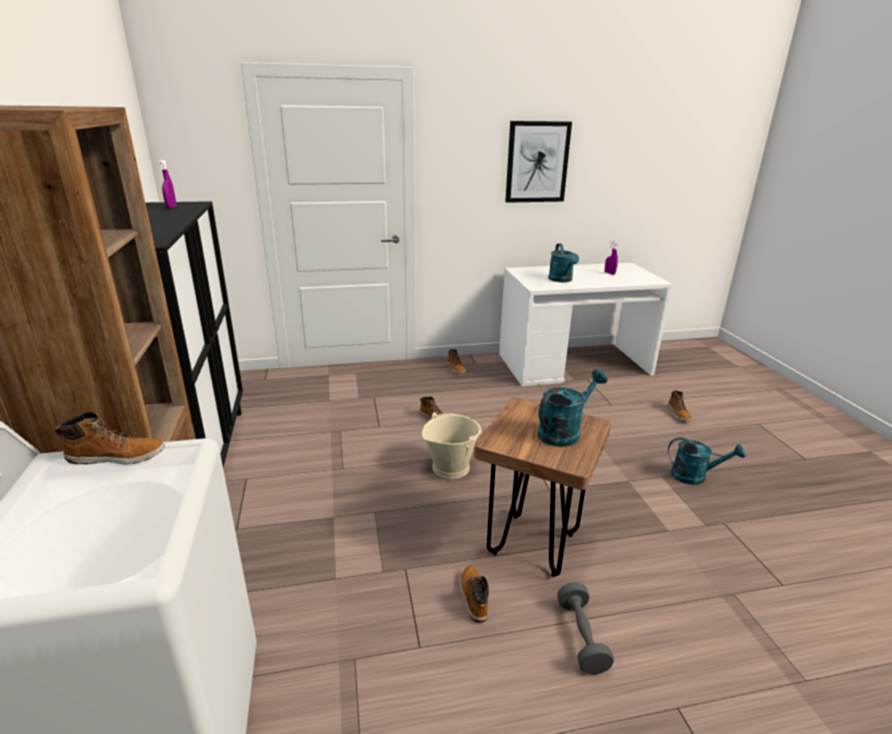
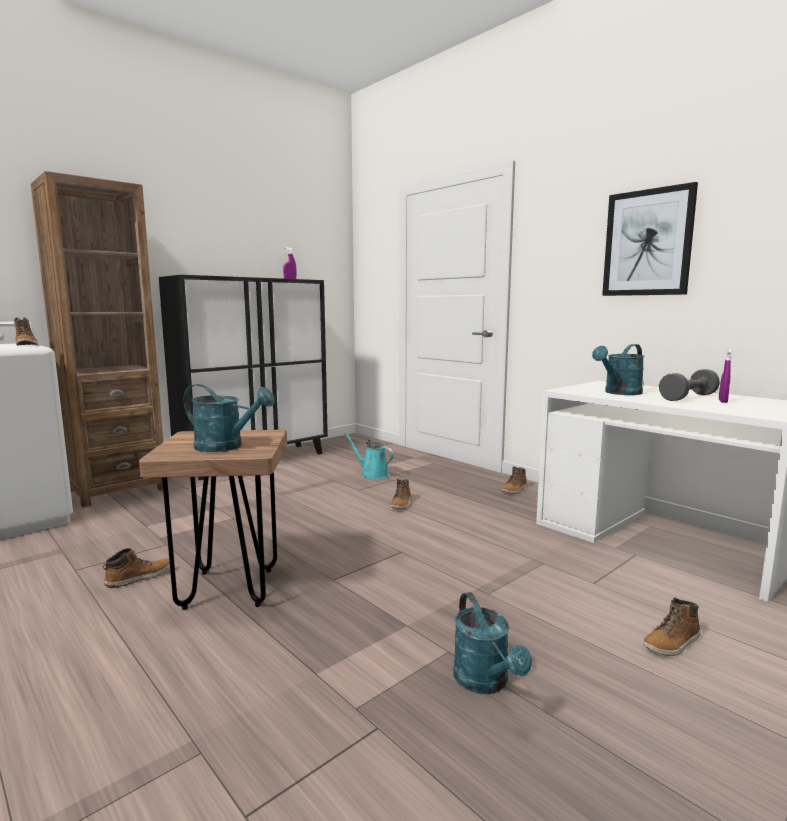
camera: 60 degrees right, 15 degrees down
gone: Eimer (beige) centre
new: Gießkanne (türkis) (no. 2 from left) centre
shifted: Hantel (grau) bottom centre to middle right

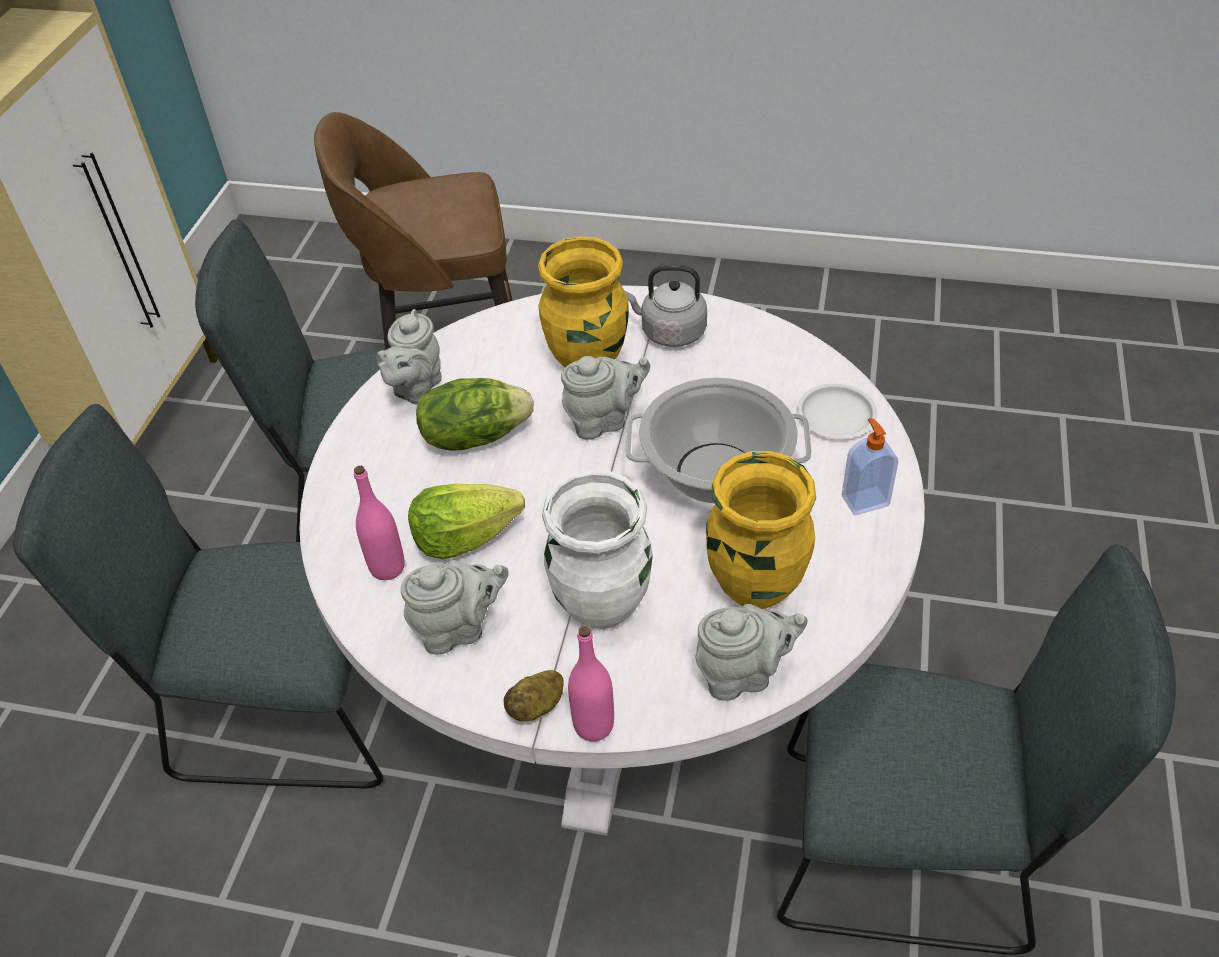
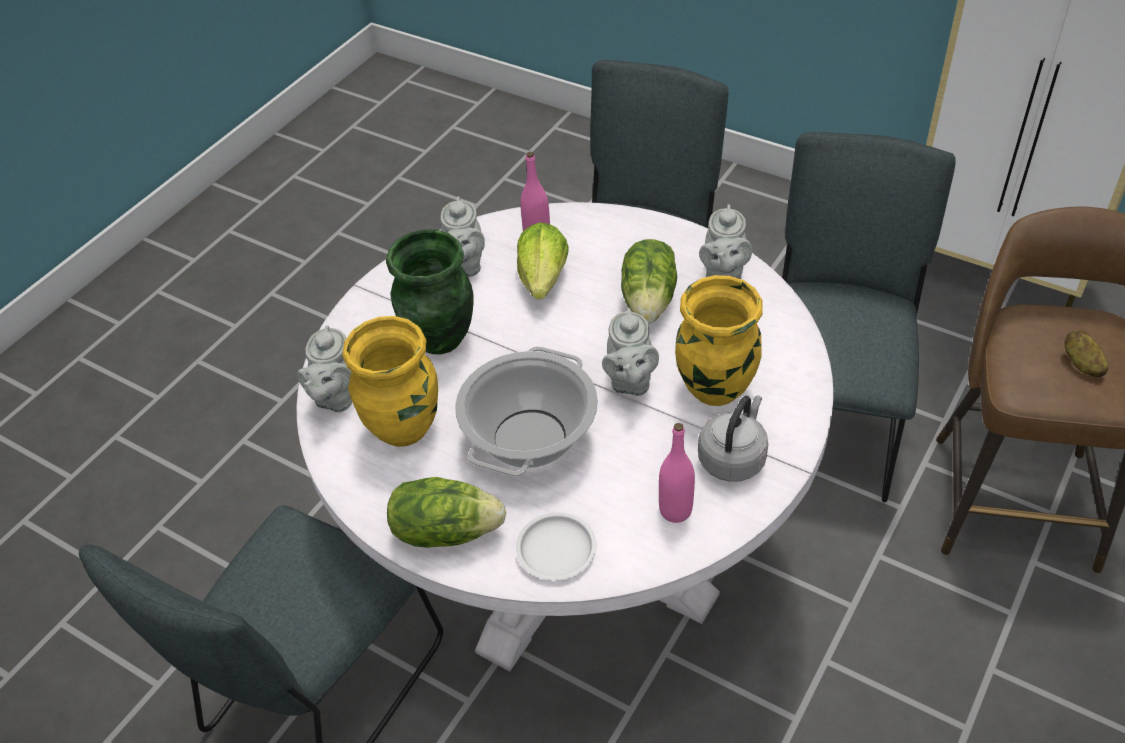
camera: 110 degrees right, 0 degrees up
shifted: Kartoffel bottom centre to middle right; Flasche (rosa) (no. 2 from left) bottom centre to centre
swapped: Seifenspender middle right to Salatkopf (no. 1 from left) bottom centre
repainted: Vase (weiß) centre to Vase (grün) centre
rotated: Teekanne (grau) (no. 1 from left in the first image) centre = top centre 120 degrees counterclockwise

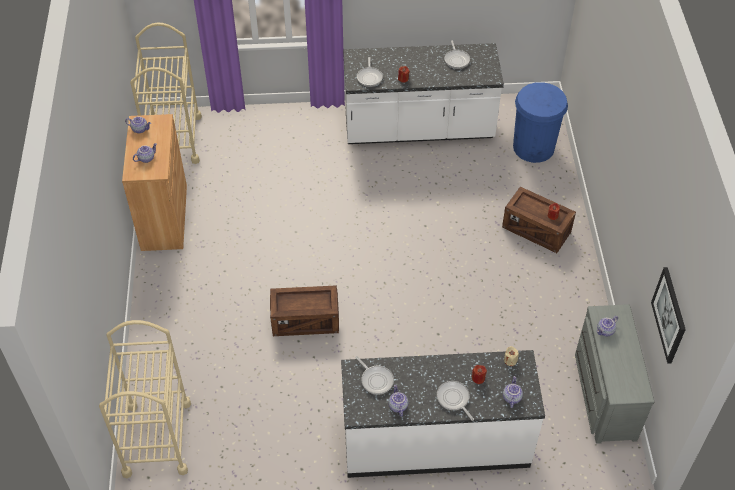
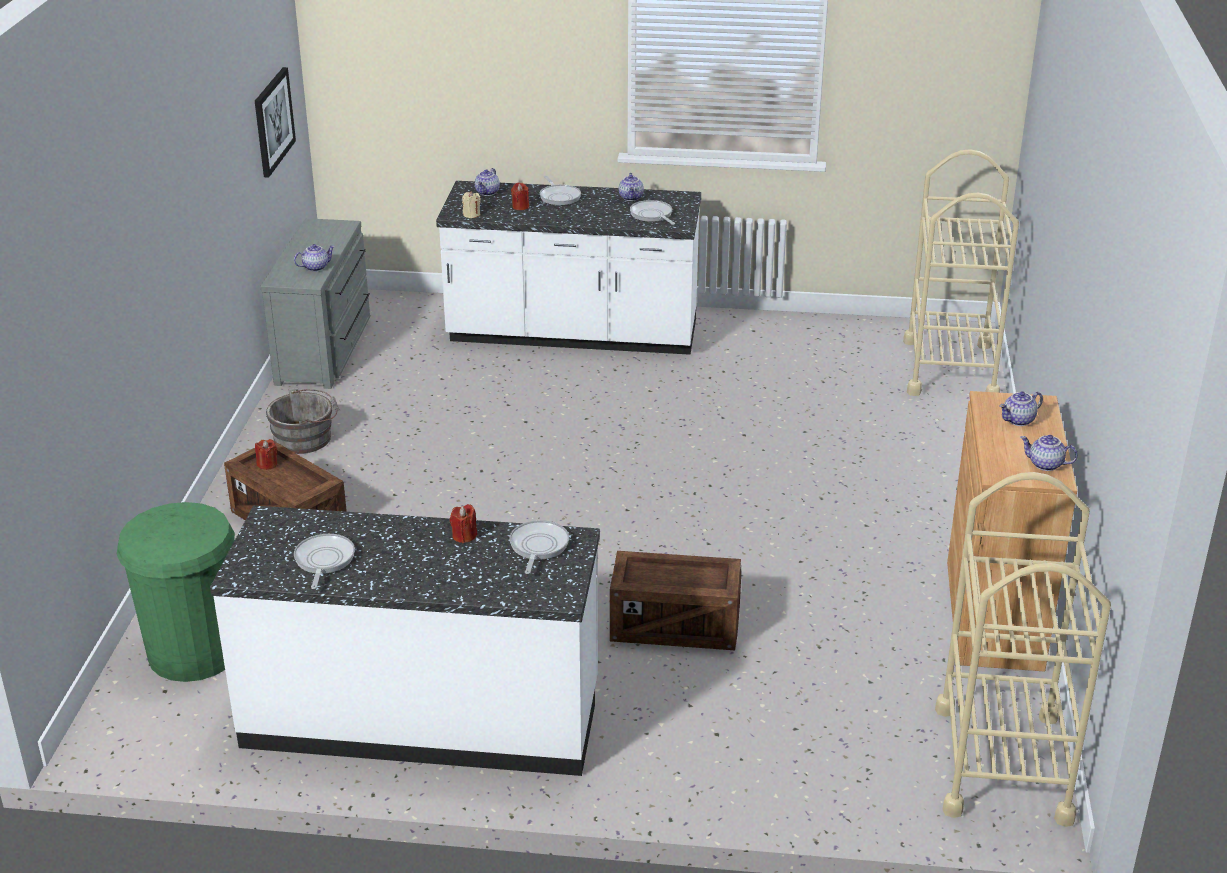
camera: 170 degrees left, 20 degrees down
new: Eimer (grau) middle left
shifted: Kiste (no. 1 from left in the first image) centre to Kiste (no. 2 from left) bottom centre
repainted: Mülleimer (blau) top right to Mülleimer (grün) bottom left

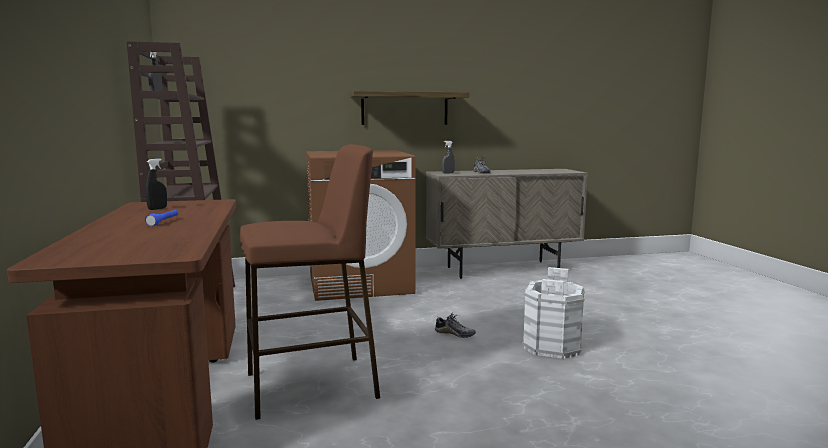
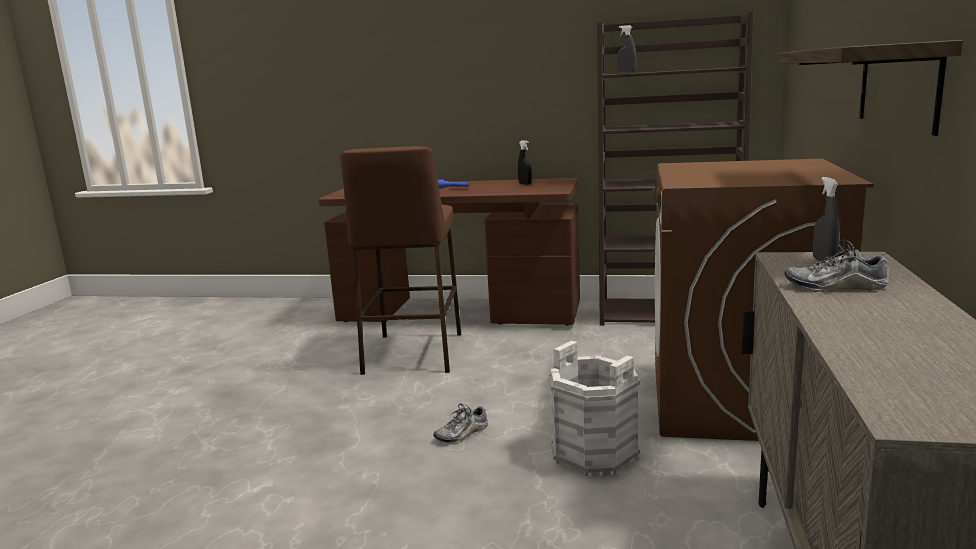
camera: 115 degrees right, 5 degrees up
shifted: Eimer (weiß) bottom right to bottom centre

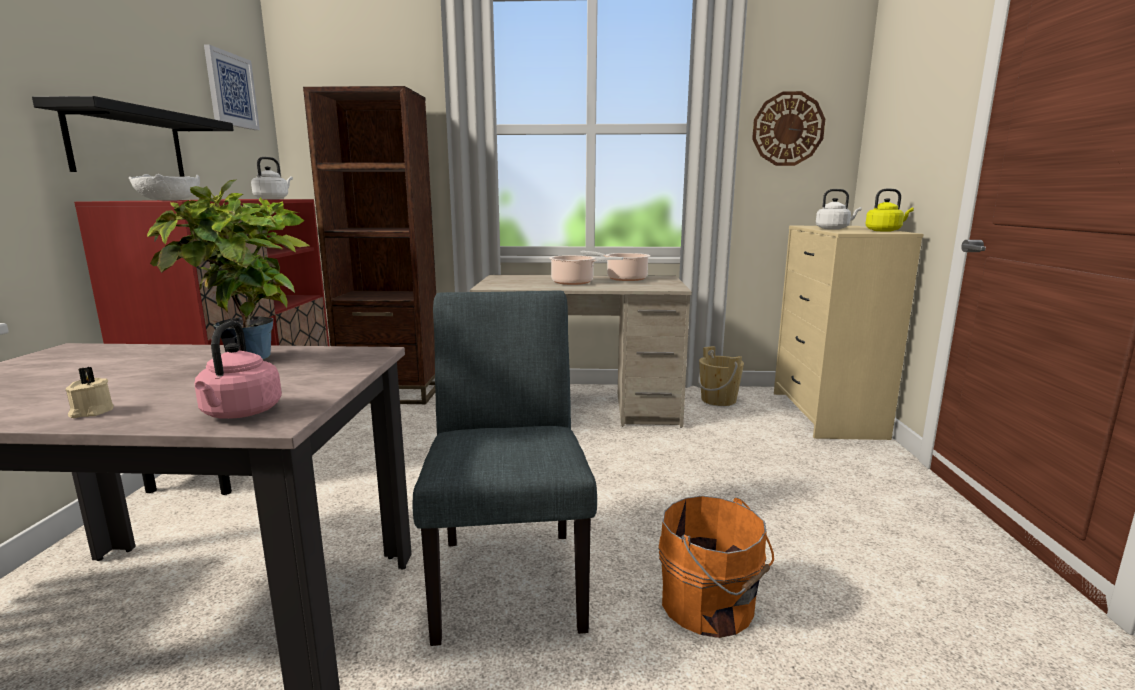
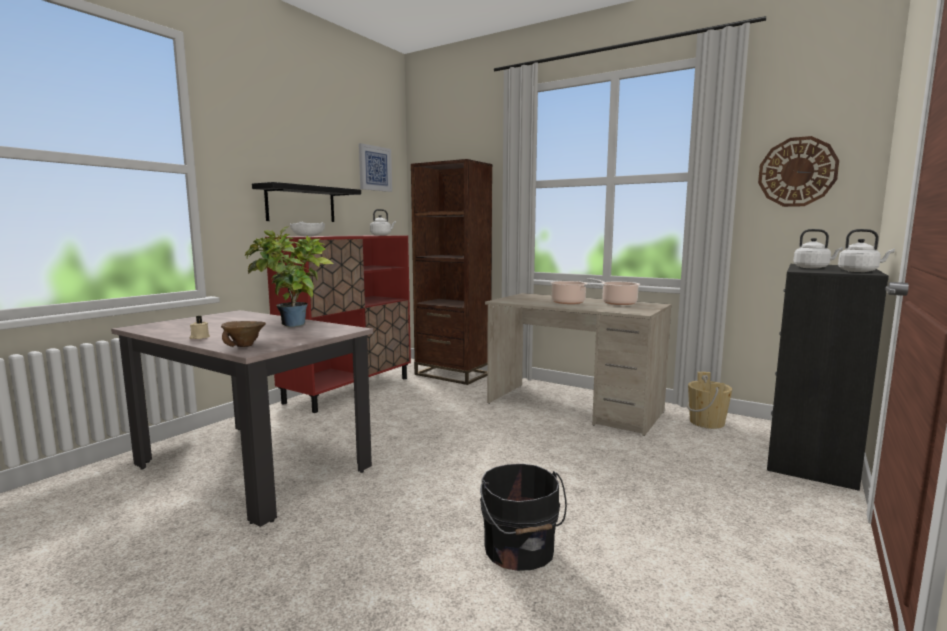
camera: 30 degrees right, 5 degrees down
gone: Stuhl (grau) bottom centre
swapped: Wasserkessel (rosa) middle left to Schüssel (braun) middle left
repainted: Eimer (orange) bottom centre to Eimer (schwarz) bottom centre; Kommode (beige) middle right to Kommode (schwarz) middle right; Wasserkessel (gelb) top right to Wasserkessel (weiß) (no. 3 from left) middle right

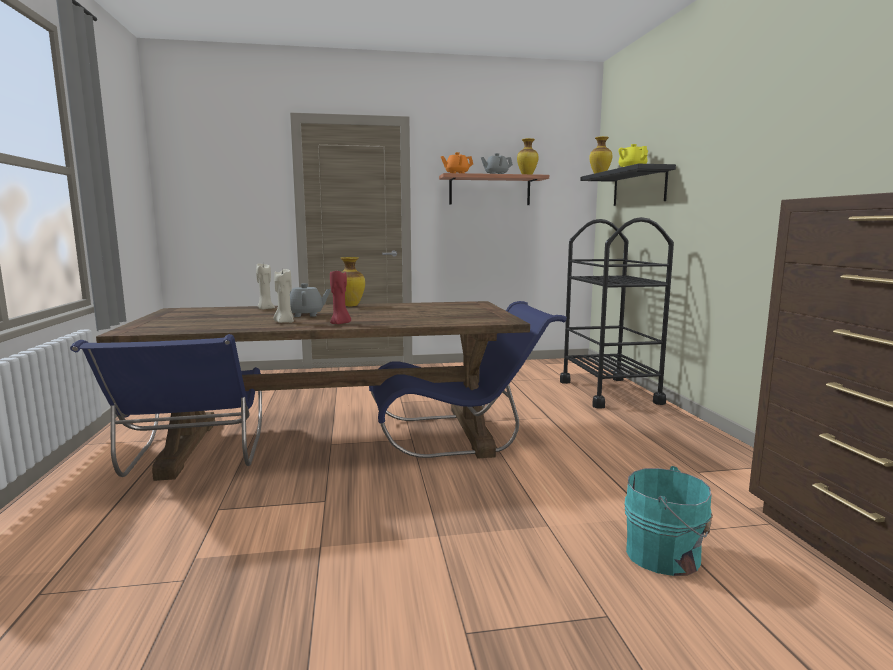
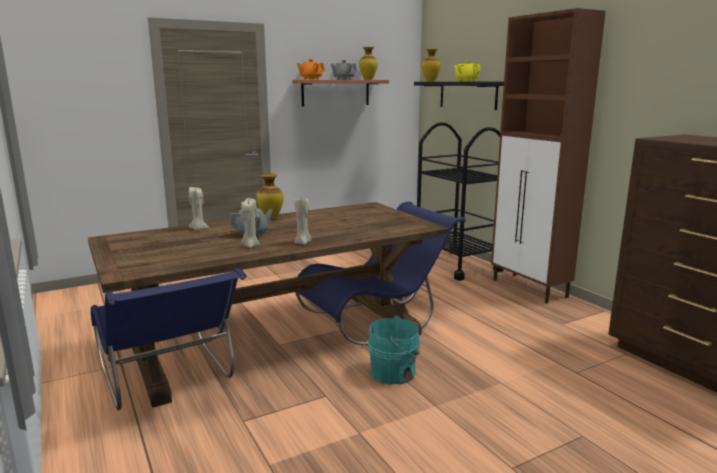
camera: 20 degrees left, 5 degrees up
new: Schrank (braun) top right
shifted: Eimer (türkis) bottom right to bottom centre
repainted: Kerze (rot) centre to Kerze (beige) (no. 3 from left) centre

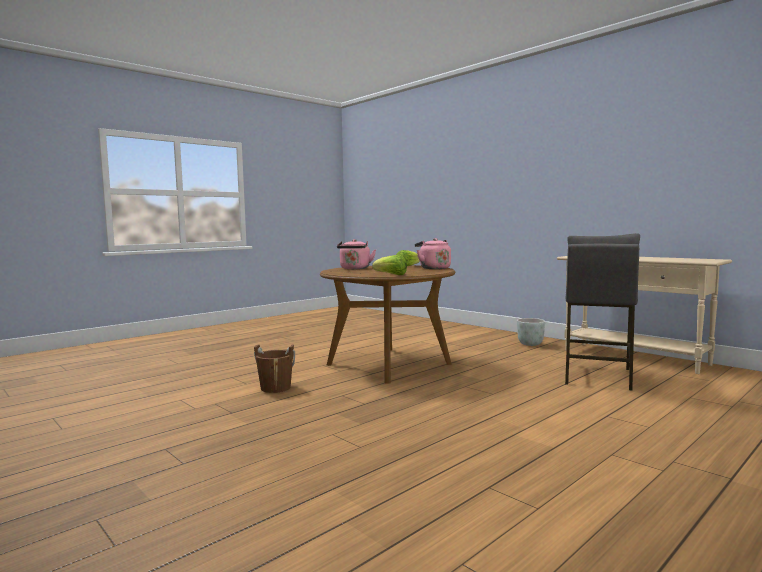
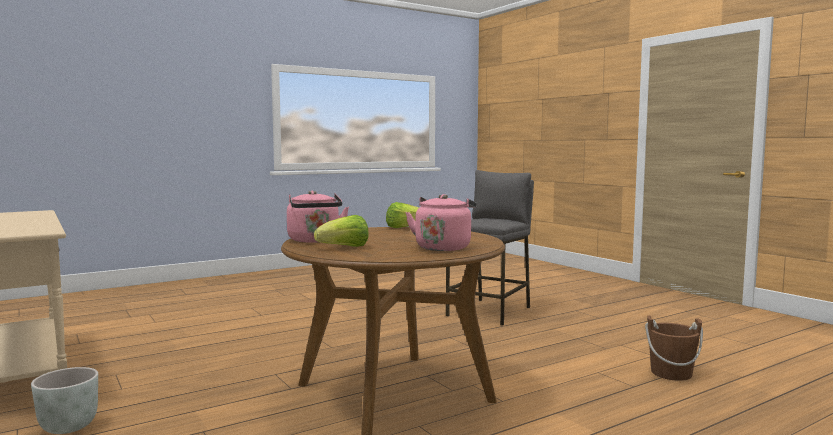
camera: 170 degrees left, 0 degrees up
shifted: Eimer (braun) centre to bottom right; Hocker (grau) middle right to centre

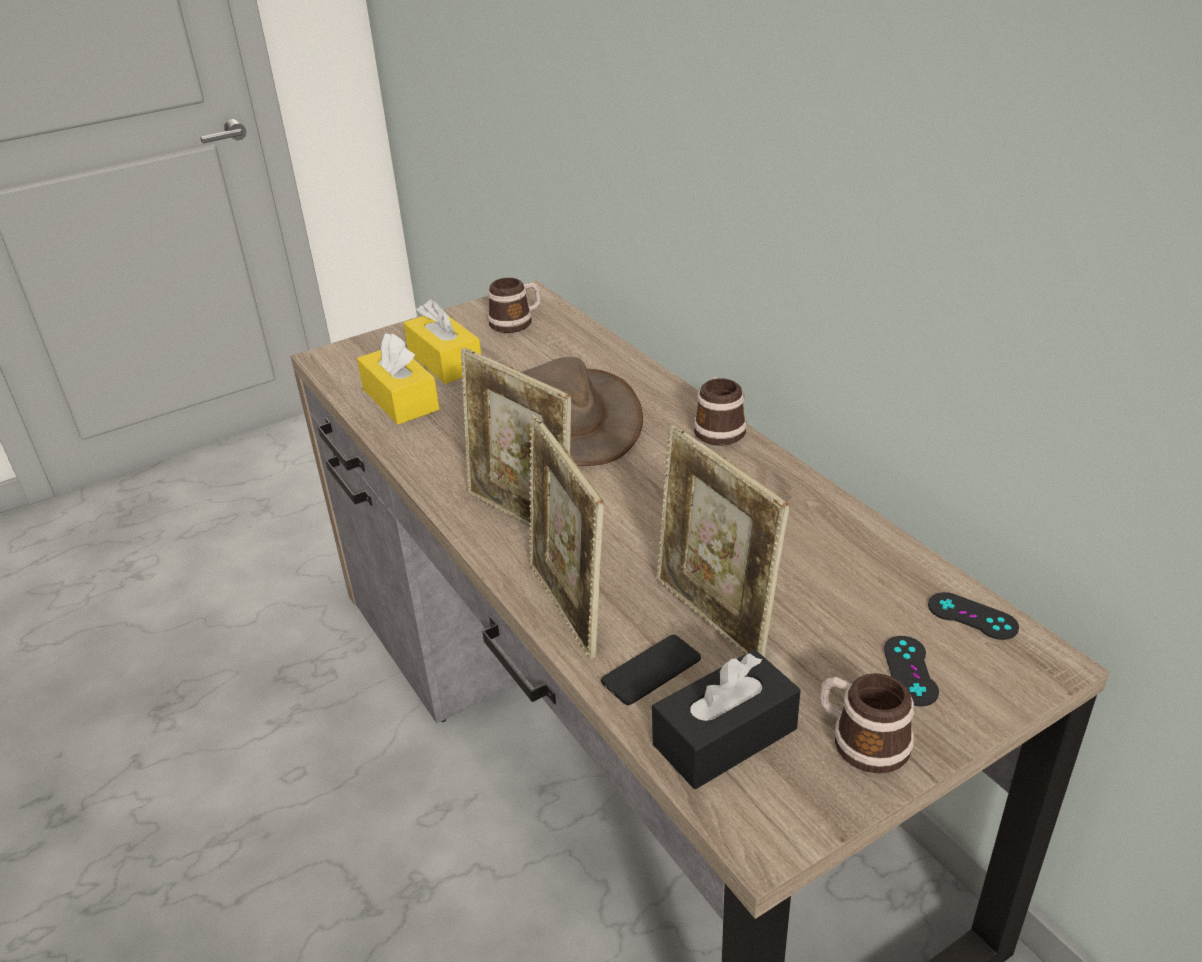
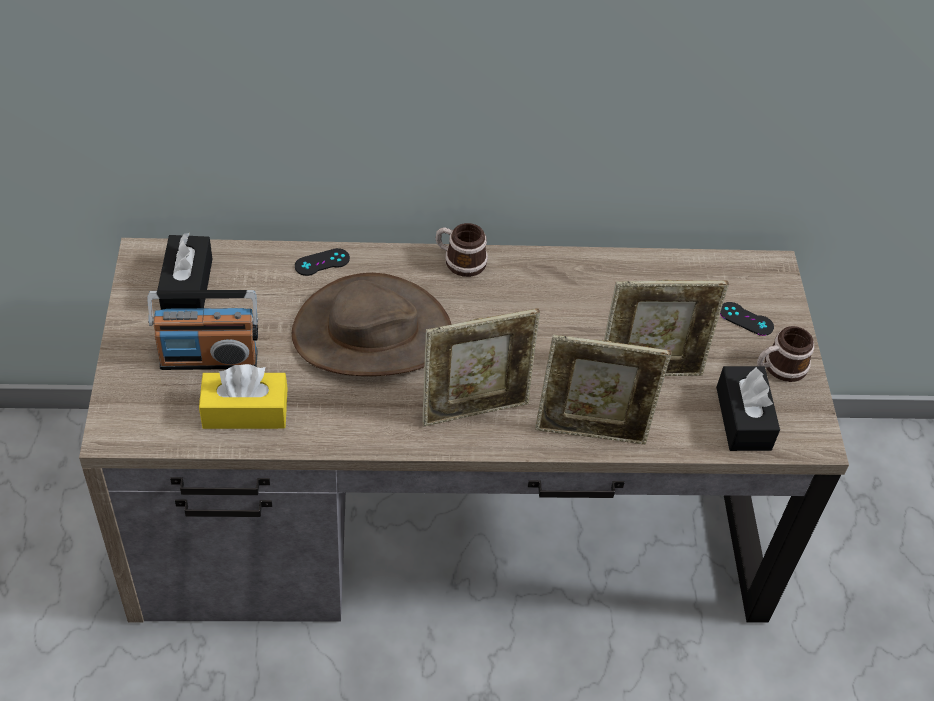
camera: 65 degrees left, 15 degrees up
gone: Handy bottom centre
shifted: Gamepad (schwarz) (no. 2 from left in the first image) middle right to Gamepad (schwarz) (no. 1 from left) centre
swapped: Taschentuchbox (gelb) (no. 2 from left) centre to Radio middle left; Henkelbecher (no. 1 from left) top centre to Taschentuchbox (schwarz) (no. 1 from left) middle left

